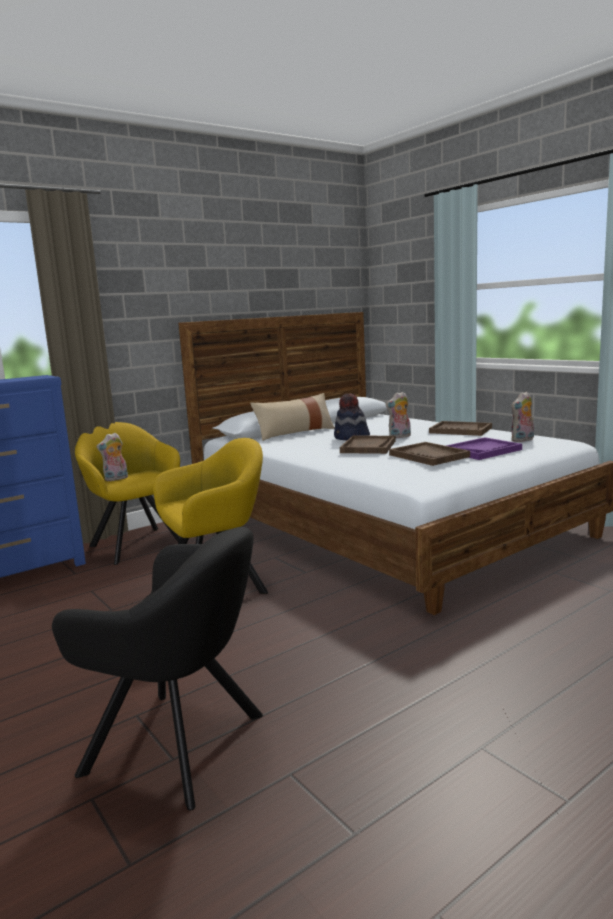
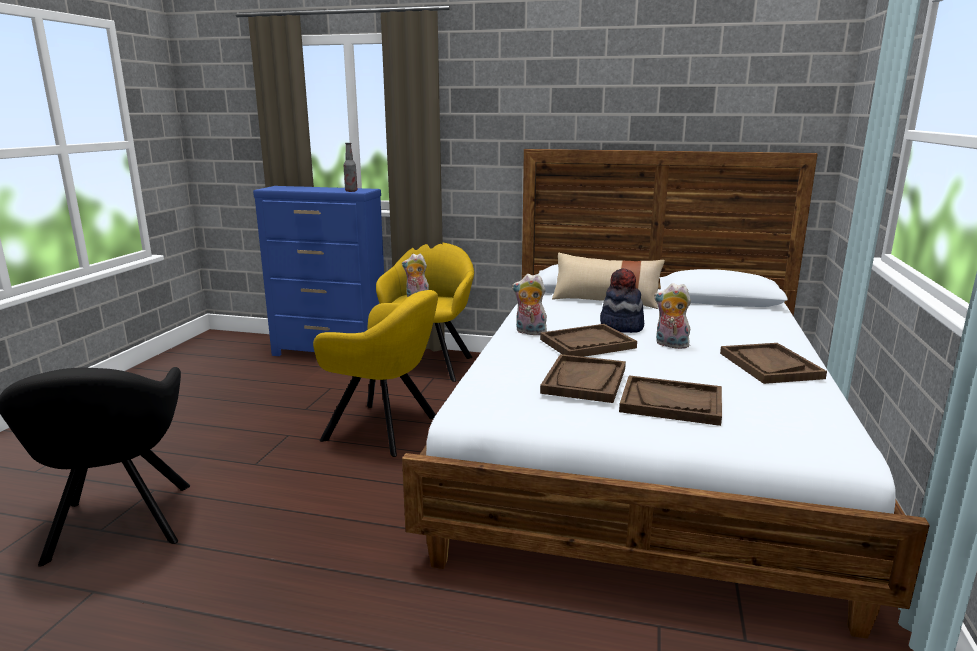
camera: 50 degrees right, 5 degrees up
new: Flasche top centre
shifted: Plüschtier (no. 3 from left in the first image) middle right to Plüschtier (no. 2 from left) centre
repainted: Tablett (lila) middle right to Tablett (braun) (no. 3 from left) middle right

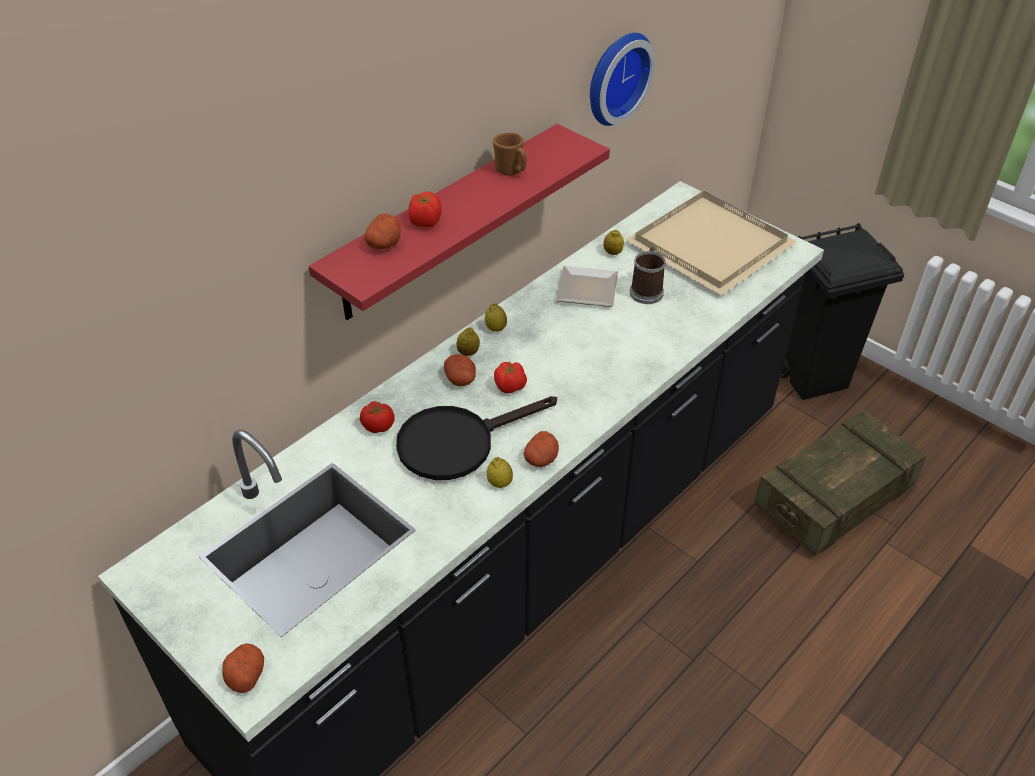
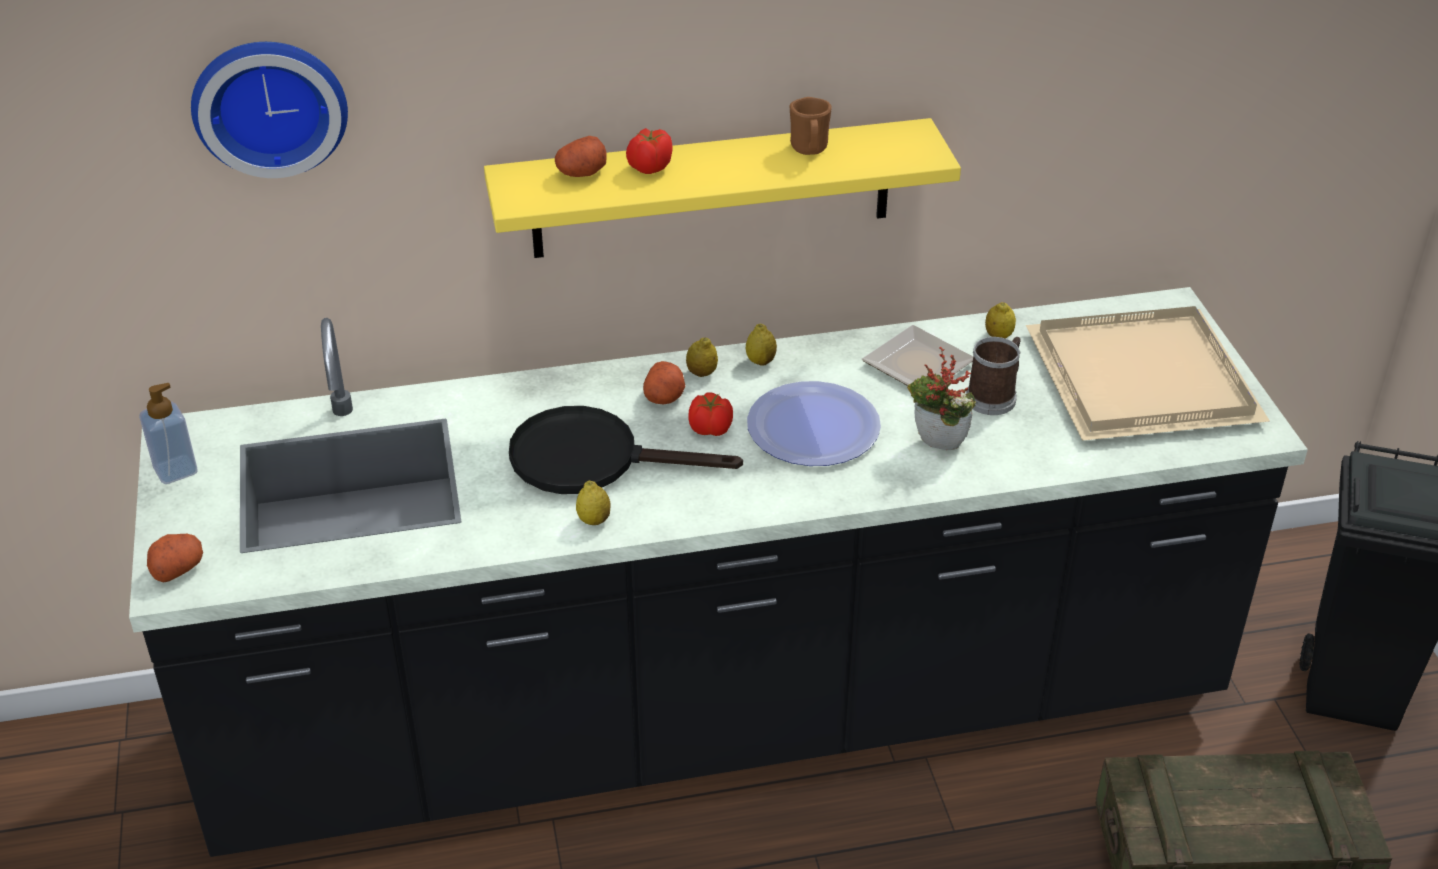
camera: 35 degrees right, 5 degrees down
gone: Tomate (no. 1 from left) centre; Kartoffel (no. 4 from left) centre
new: Seifenspender middle left; Teller (no. 1 from left) centre; Topfpflanze centre
shifted: Wanduhr top centre to top left
repainted: Wandregal (rot) top centre to Wandregal (gelb) top centre

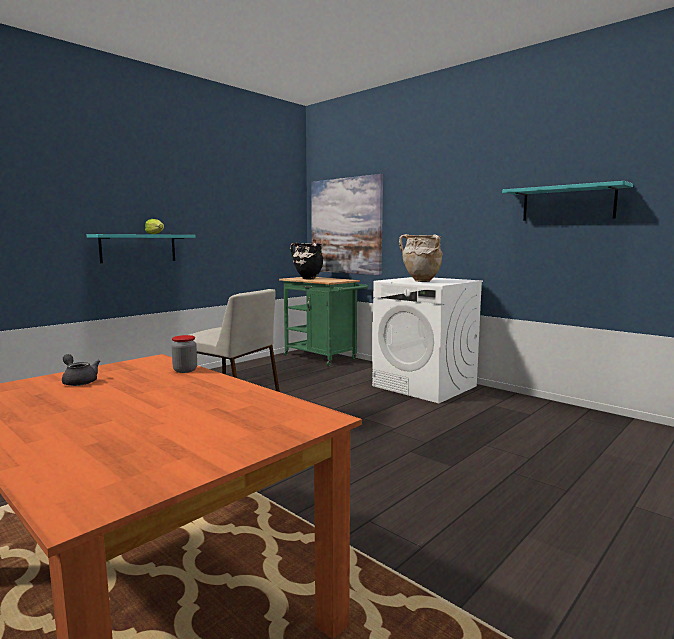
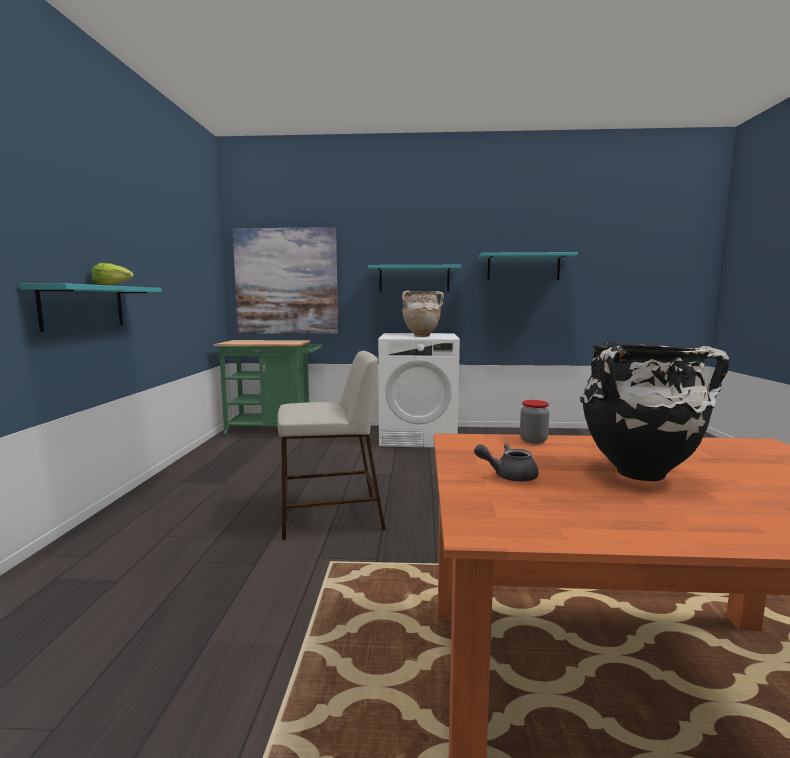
camera: 40 degrees left, 0 degrees up
new: Wandregal (türkis) (no. 2 from left) centre
shifted: Vase (schwarz) centre to middle right

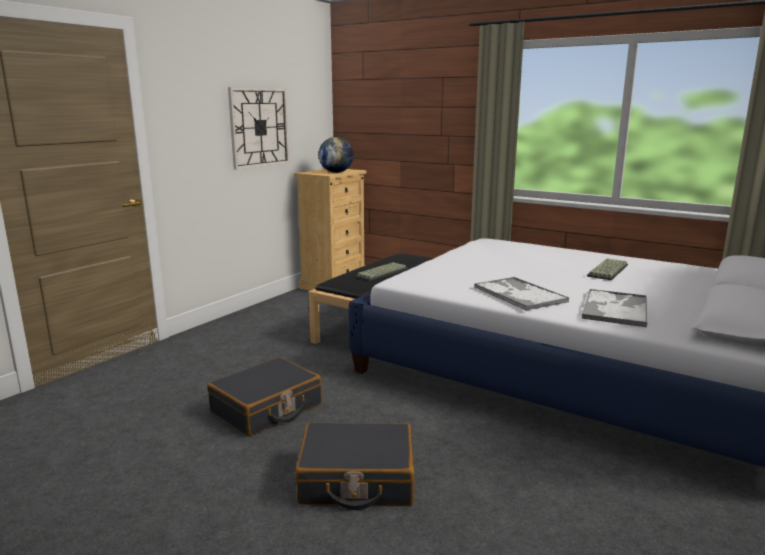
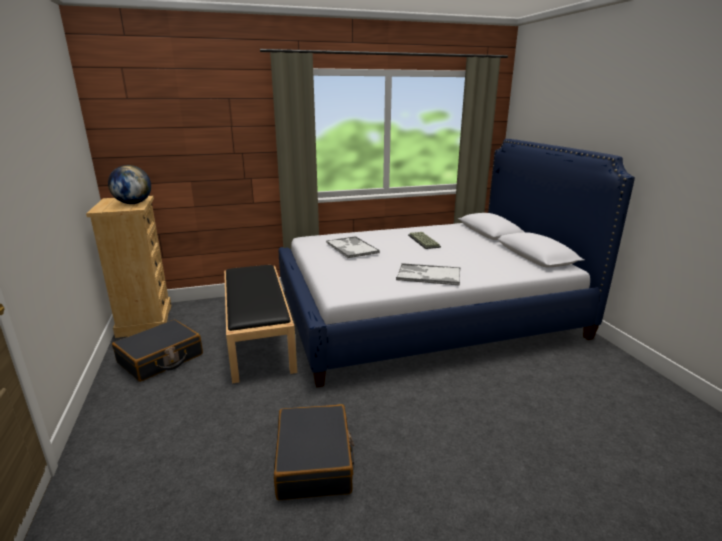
camera: 50 degrees left, 5 degrees up
gone: Wanduhr top centre; Tastatur (no. 1 from left) centre
shifted: Koffer (schwarz) (no. 2 from left in the first image) bottom centre to Koffer (schwarz) (no. 1 from left) middle left; Tablett (no. 2 from left in the first image) middle right to Tablett (no. 1 from left) centre

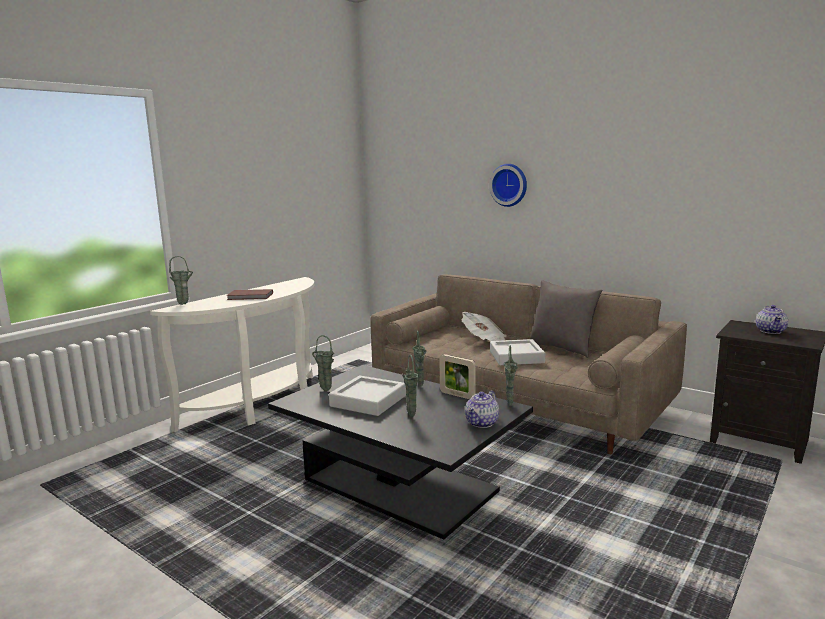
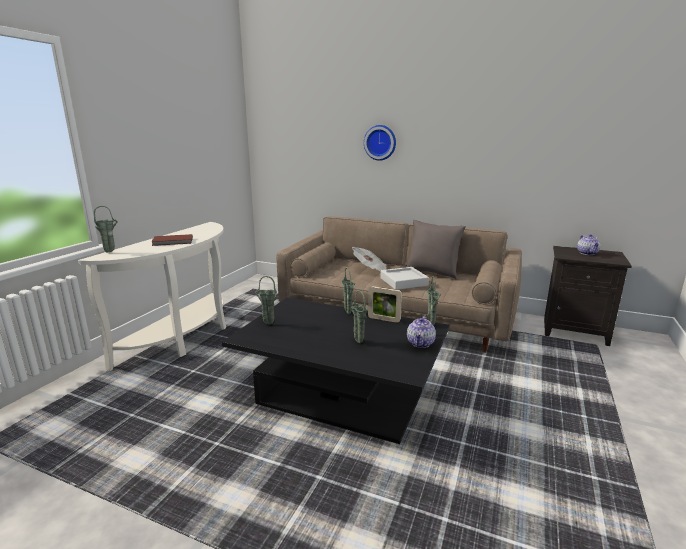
camera: 15 degrees left, 5 degrees up
gone: Tablett (grau) (no. 1 from left) centre

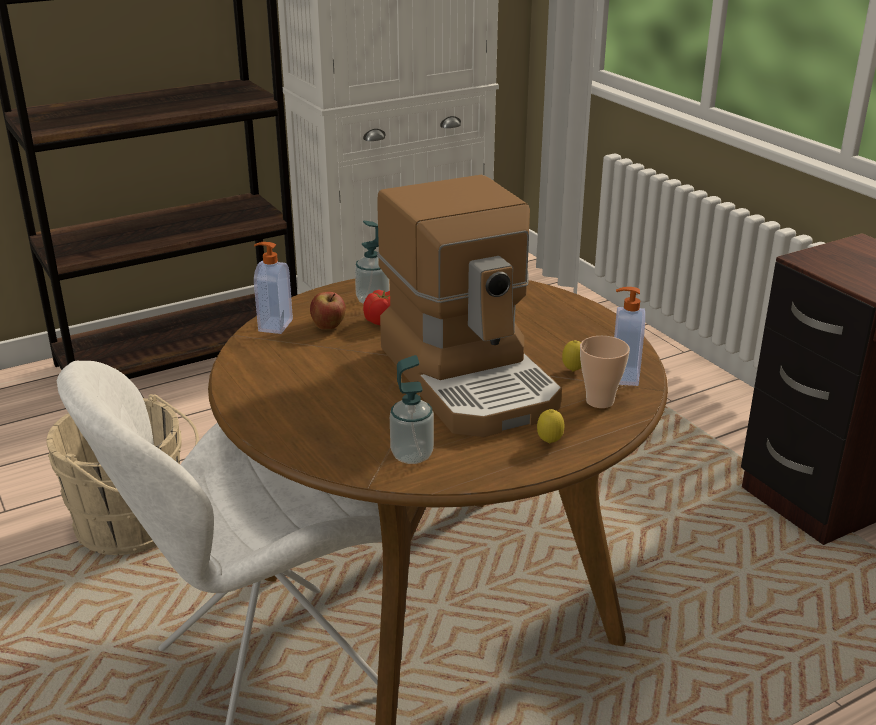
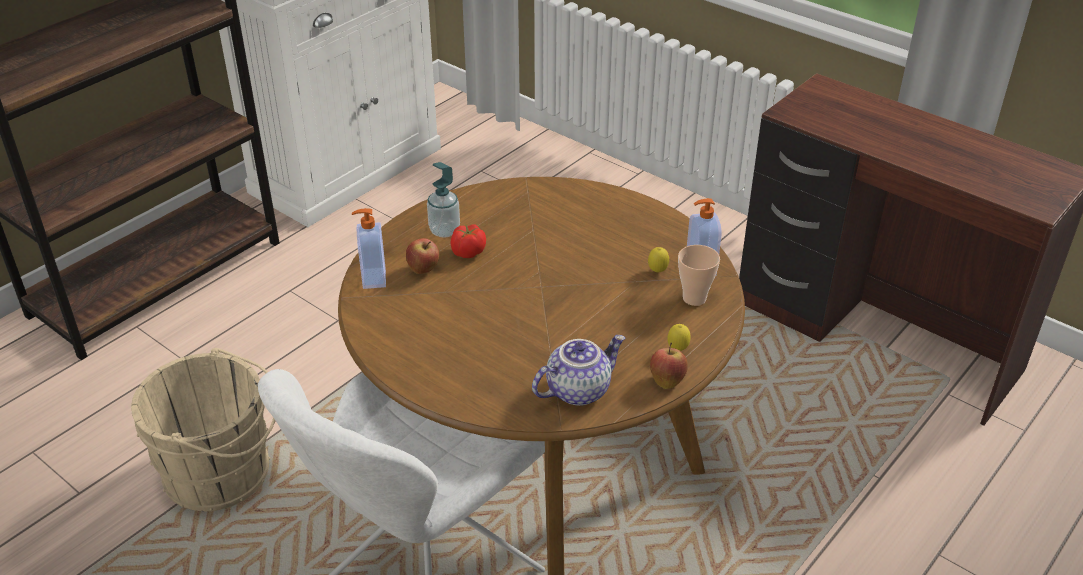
camera: 20 degrees left, 10 degrees up
gone: Kaffeemaschine centre
new: Apfel (no. 2 from left) centre
swapped: Seifenspender (no. 3 from left) centre to Teekanne centre

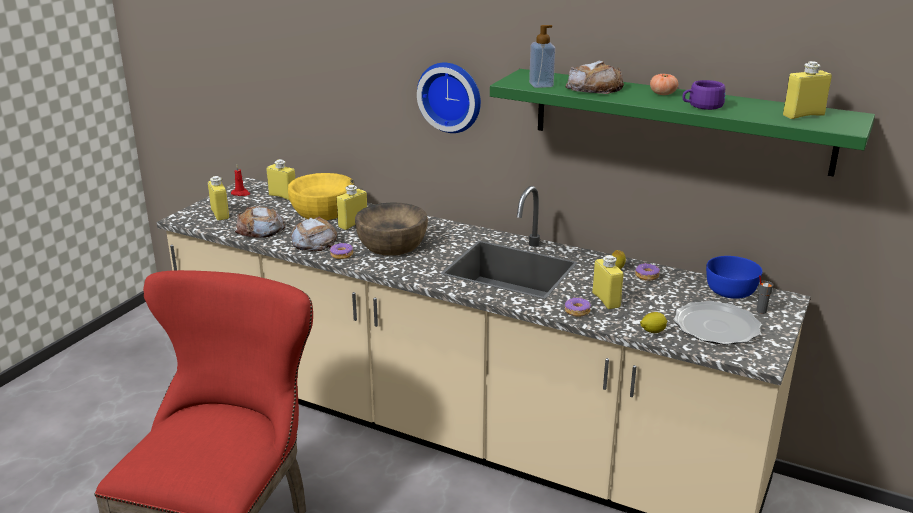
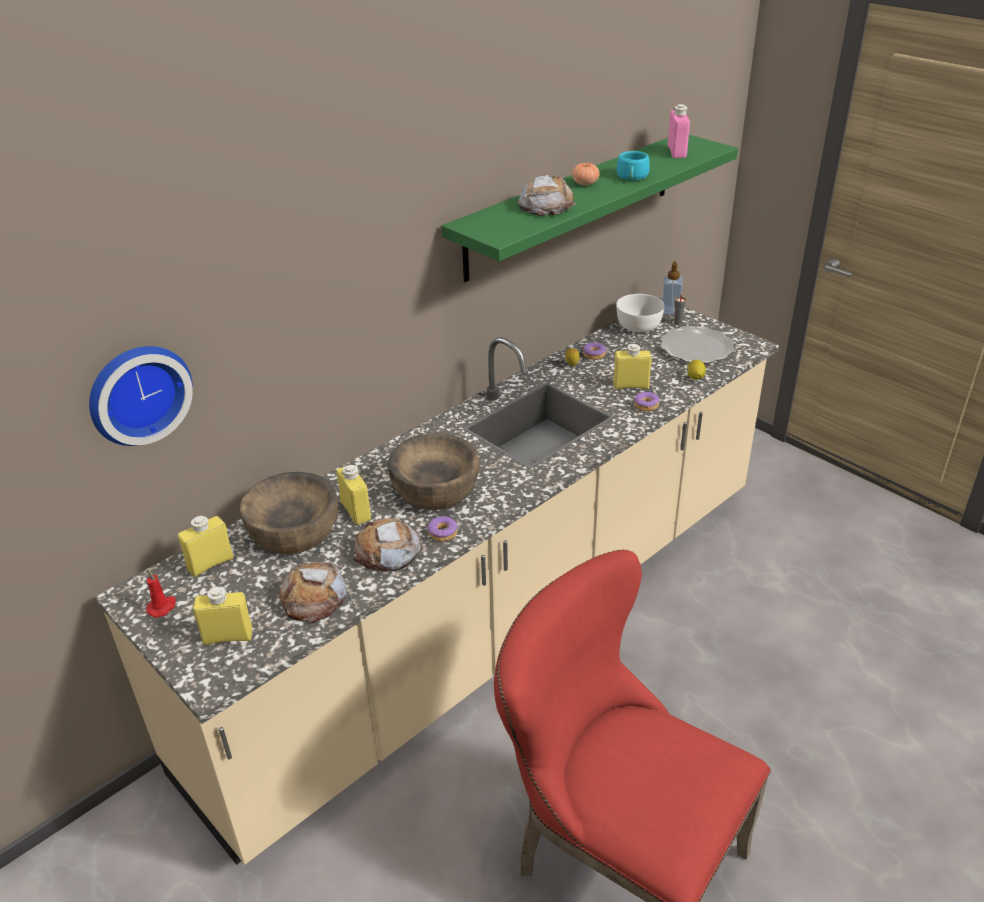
camera: 70 degrees left, 10 degrees up
shifted: Wanduhr top centre to middle left; Seifenspender top centre to top right
repainted: Schüssel (gelb) centre to Schüssel (braun) (no. 1 from left) middle left; Tasse (lila) top right to Tasse (türkis) top centre; Schüssel (blau) middle right to Schüssel (weiß) centre; Flasche (gelb) (no. 5 from left) top right to Flasche (rosa) top right

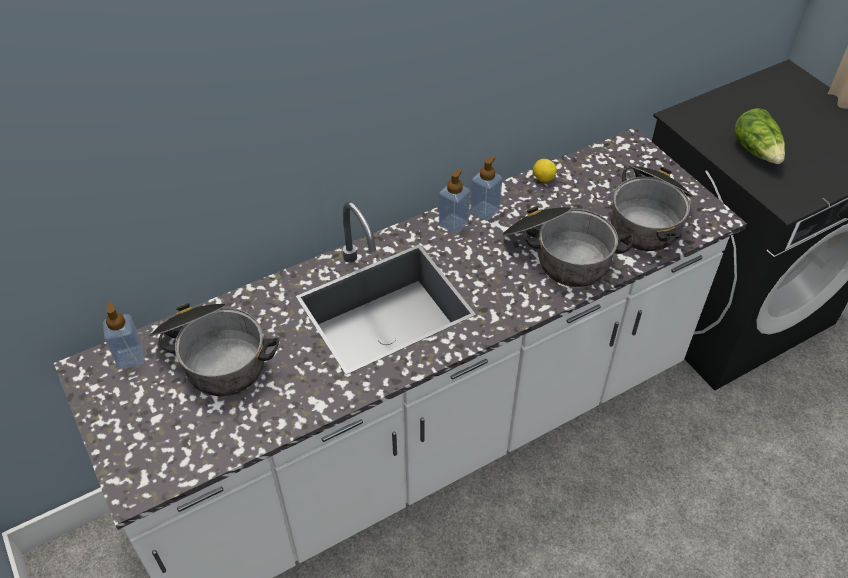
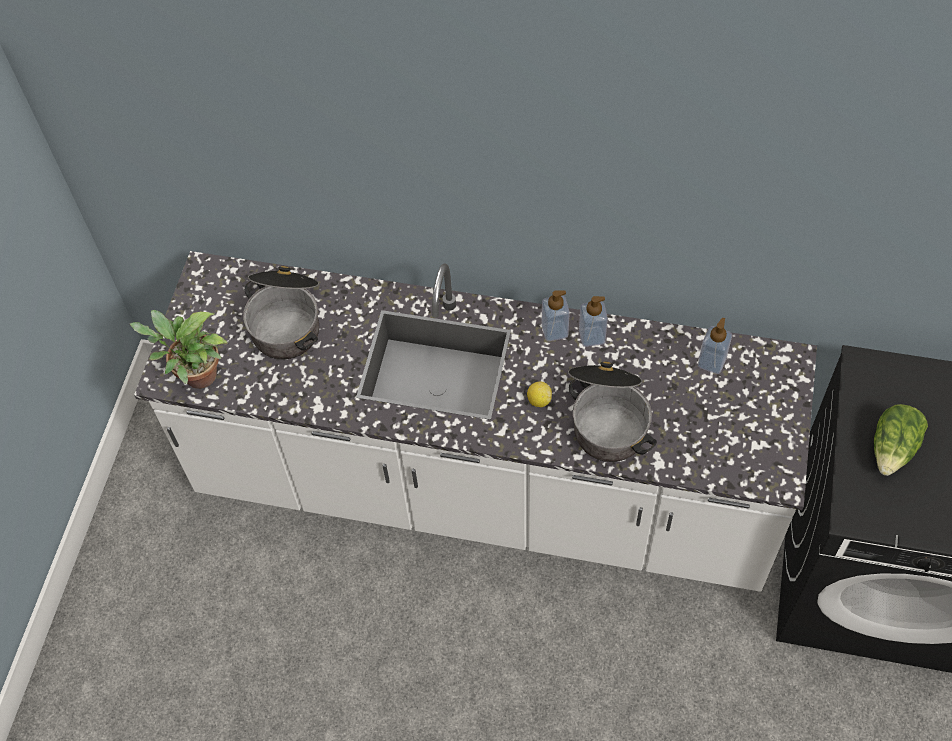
camera: 45 degrees right, 10 degrees up
gone: Kochtopf (no. 3 from left) middle right
new: Topfpflanze middle left
shifted: Seifenspender (no. 1 from left in the first image) middle left to Seifenspender (no. 3 from left) middle right; Zitrone top centre to centre

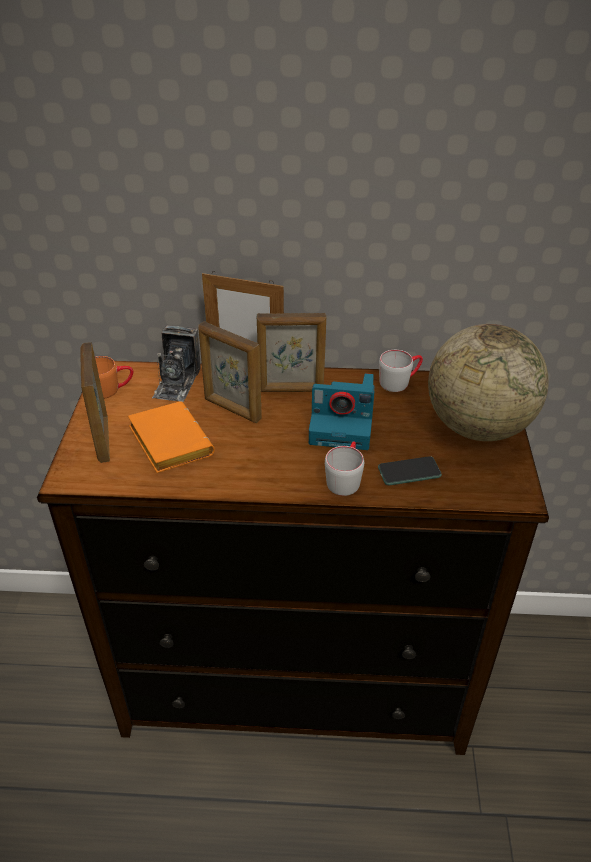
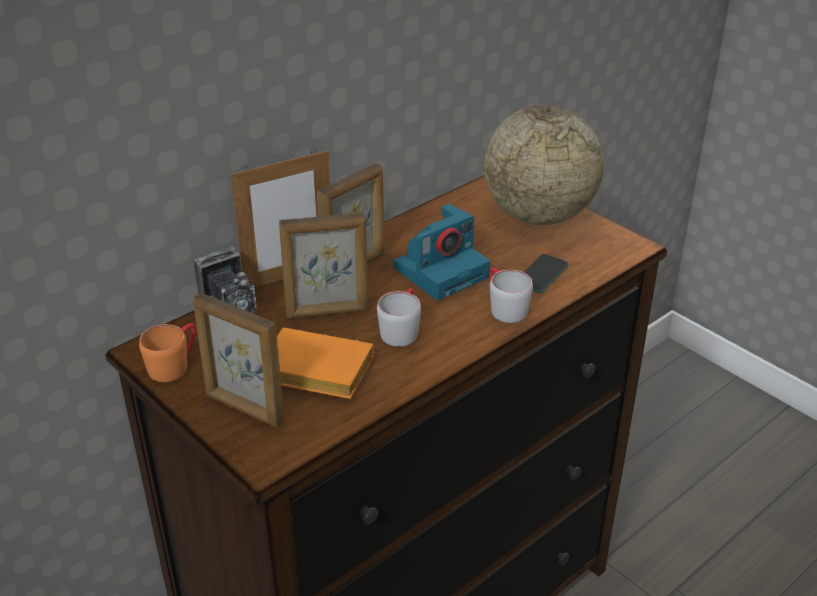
camera: 45 degrees left, 5 degrees down
shifted: Henkelbecher (grau) (no. 2 from left in the first image) middle right to Henkelbecher (grau) (no. 1 from left) centre

